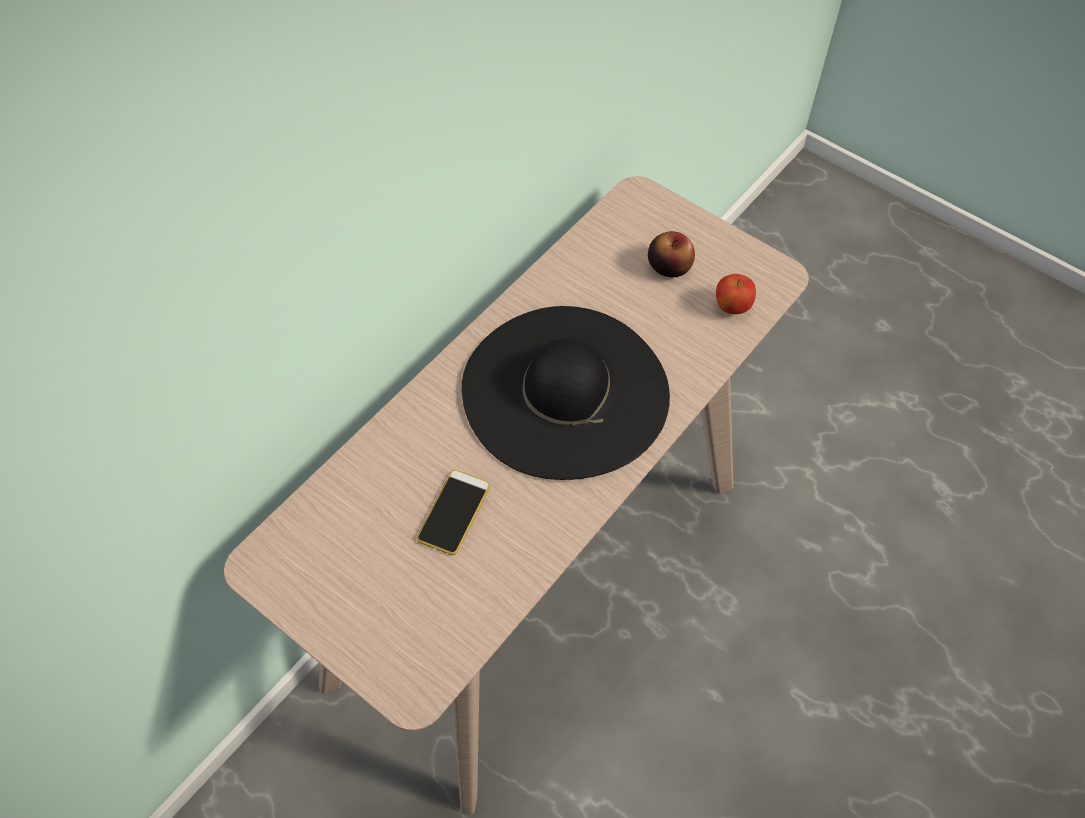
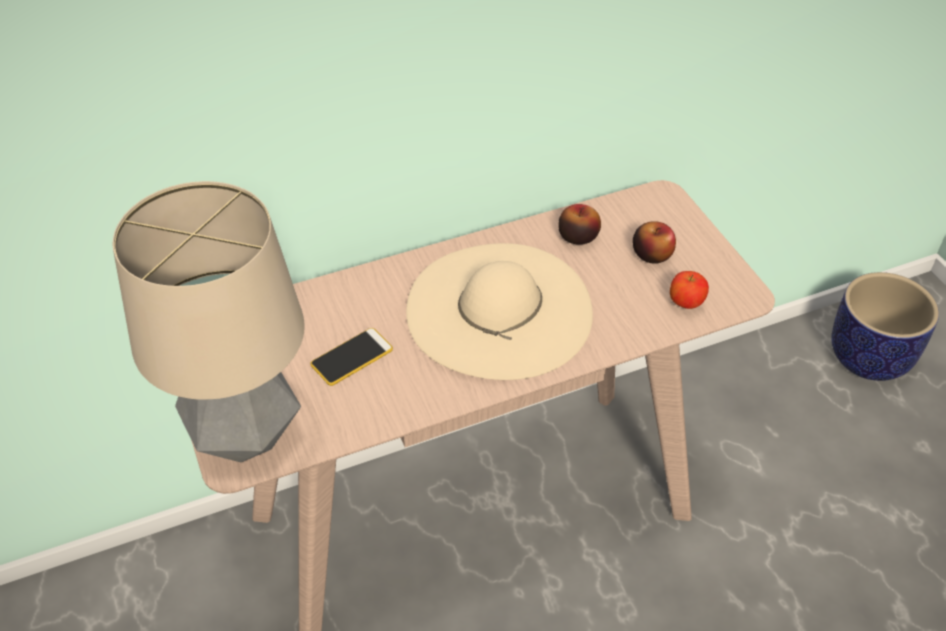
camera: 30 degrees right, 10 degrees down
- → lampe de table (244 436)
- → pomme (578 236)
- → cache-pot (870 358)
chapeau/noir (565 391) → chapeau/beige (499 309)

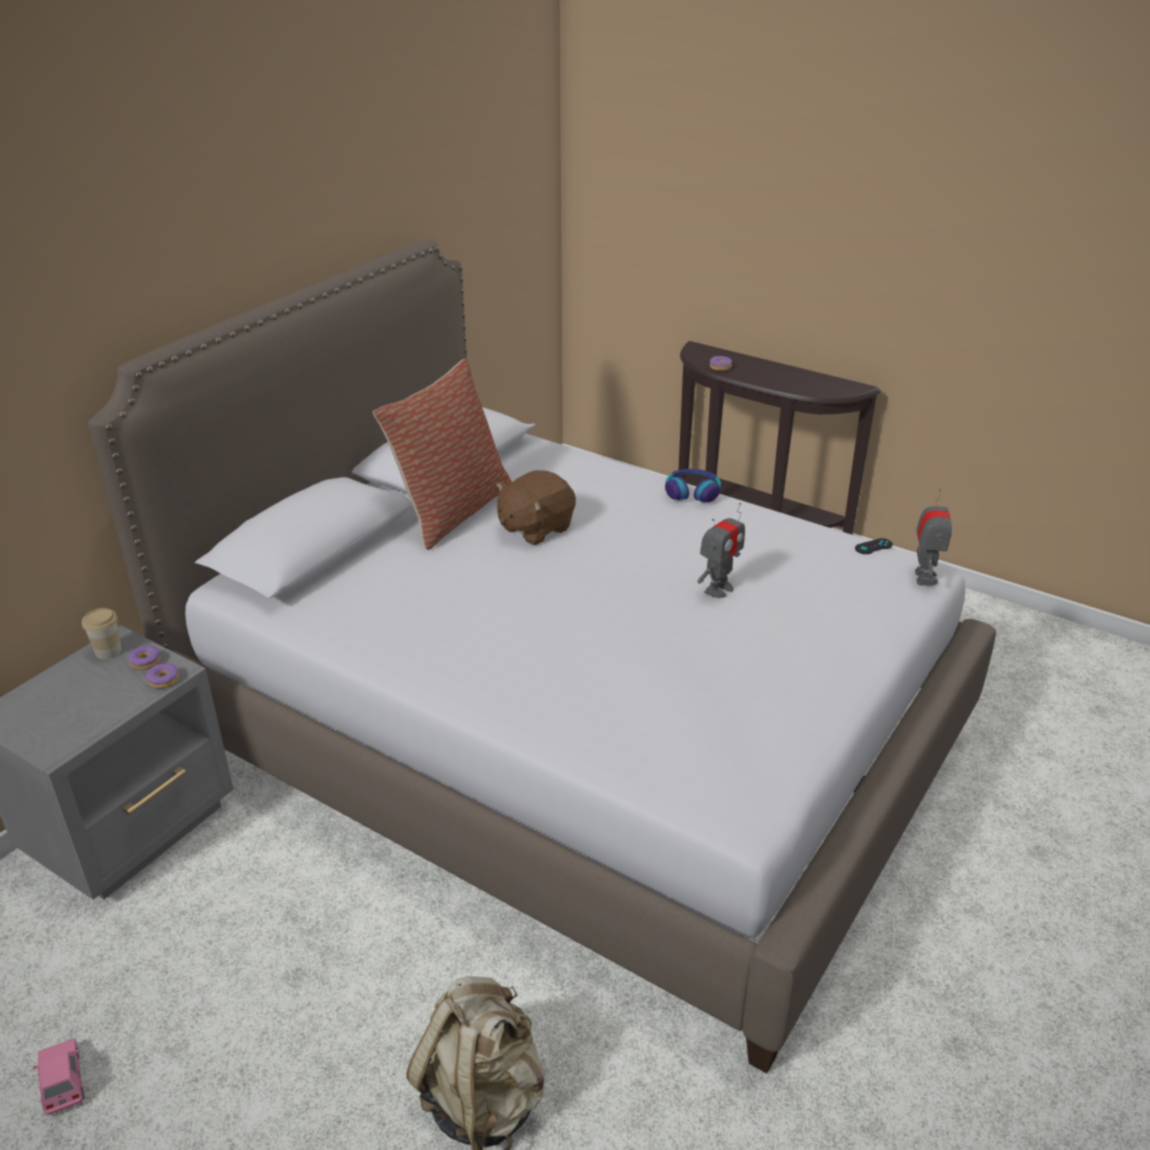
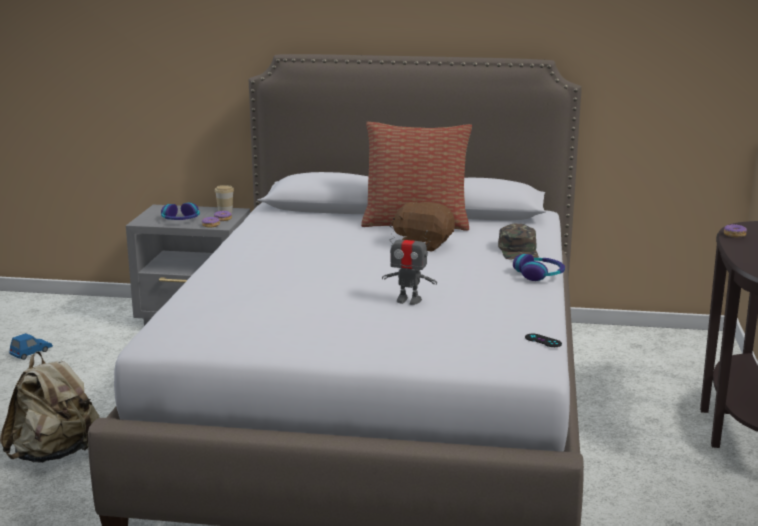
camera: 65 degrees right, 15 degrees down
robot jouet (924 577) → -
- → casque audio (181 220)
- → casquette/vert (519 251)
petite voiture/rose (62 1080) → petite voiture/bleu (31 352)

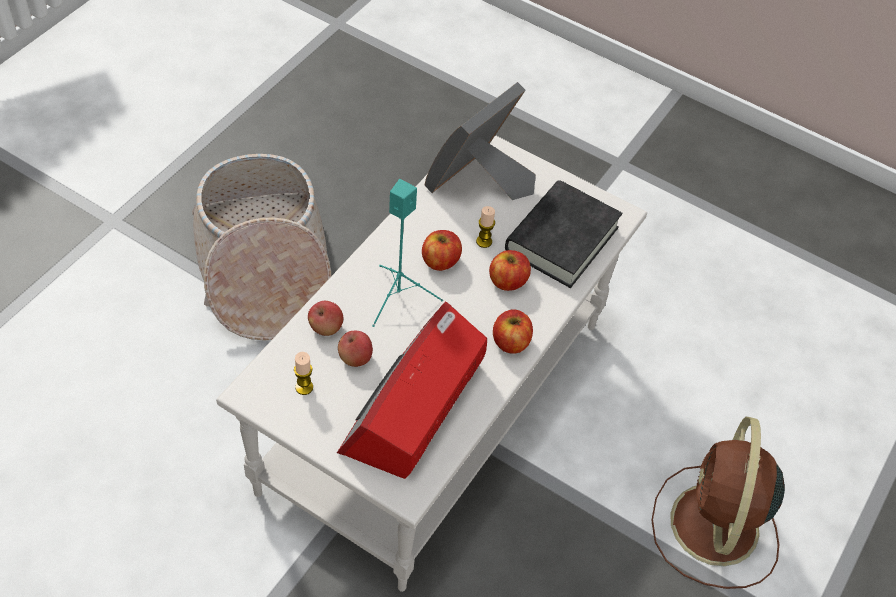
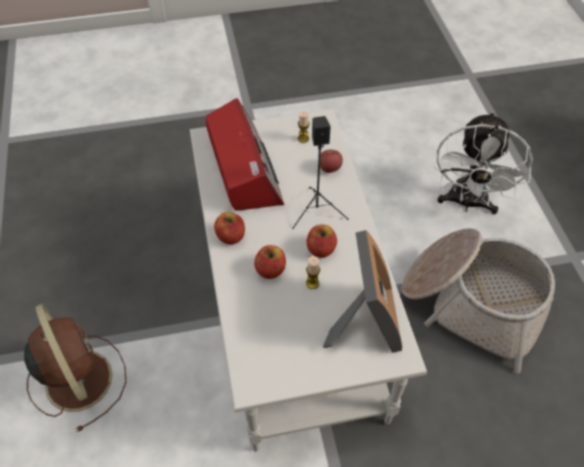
camera: 140 degrees right, 0 degrees up
pomme (355 358) → -
livre/noir (561 239) → -
- → ventilateur/blanc (467 203)
enceinte/turquoise (397 296) → enceinte/noir (317 211)

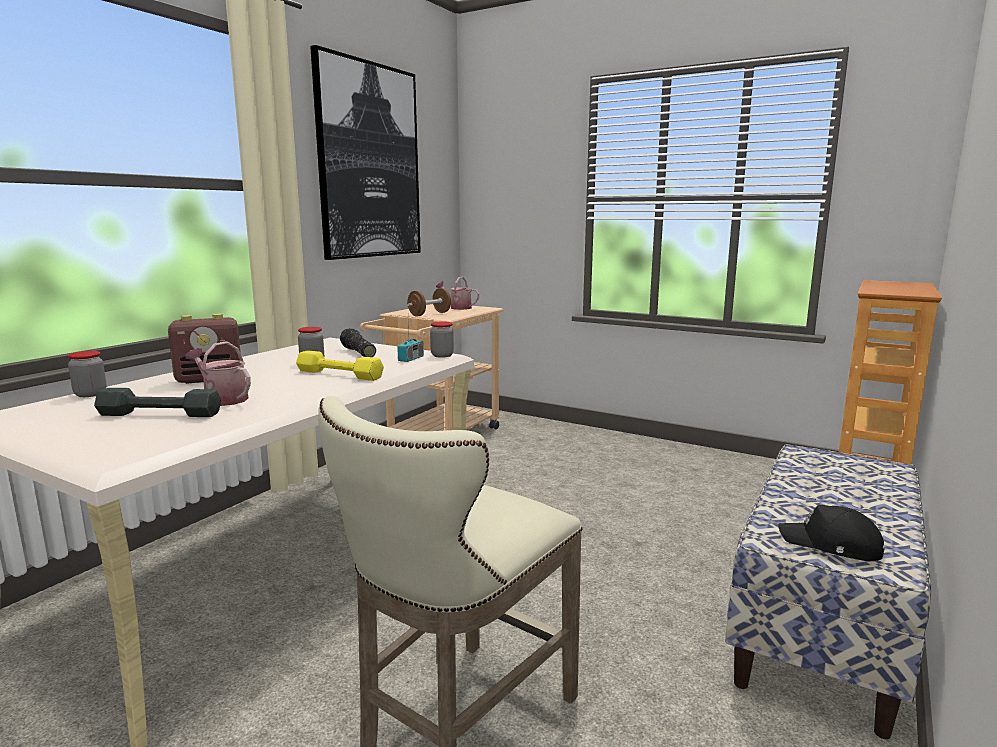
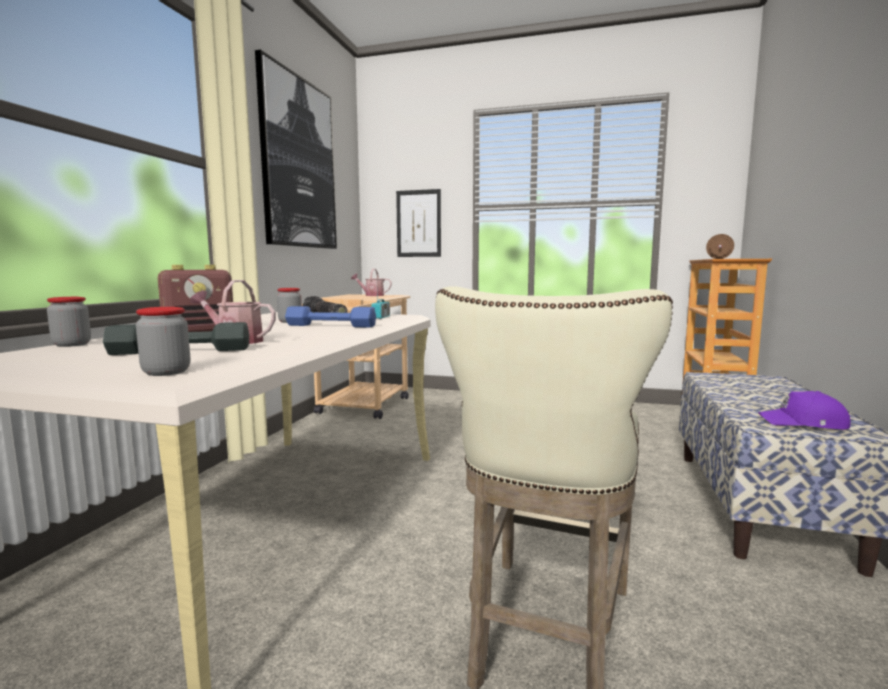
camera: 15 degrees left, 5 degrees down
- → tableau (418 223)
haltère/marron (429 314) → haltère/marron (718 259), moved
bocal (442 355) → bocal (166 372), moved
haltère/jaune (339 375) → haltère/bleu (331 326)
casquette/noir (831 545) → casquette/violet (804 423)

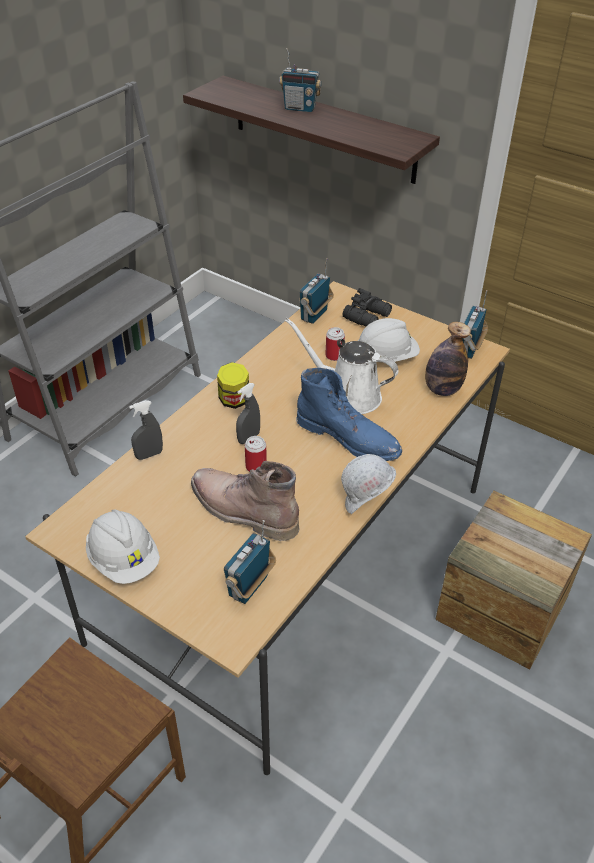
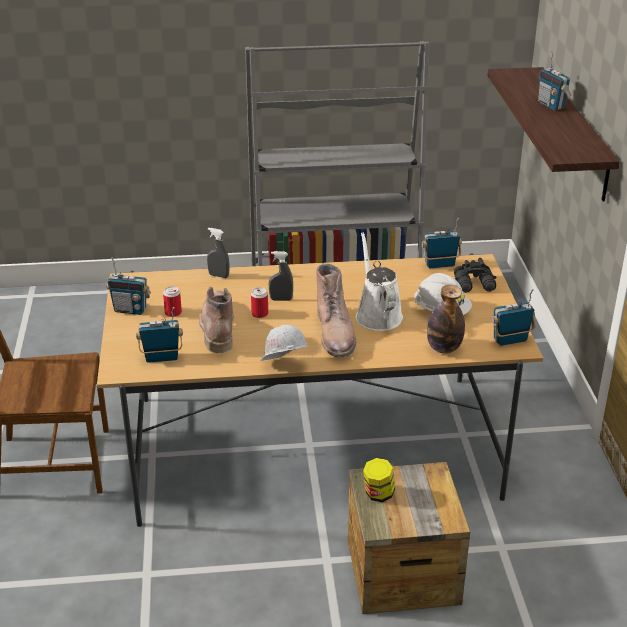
camera: 50 degrees right, 10 degrees down
bocal (234 401) → bocal (378 494), moved
boîte métallique (334 356) → boîte métallique (173 313), moved
casque de chantier/blanc (124 560) → radio (130 310)
botte/bleu (349 437) → botte/marron (336 334)

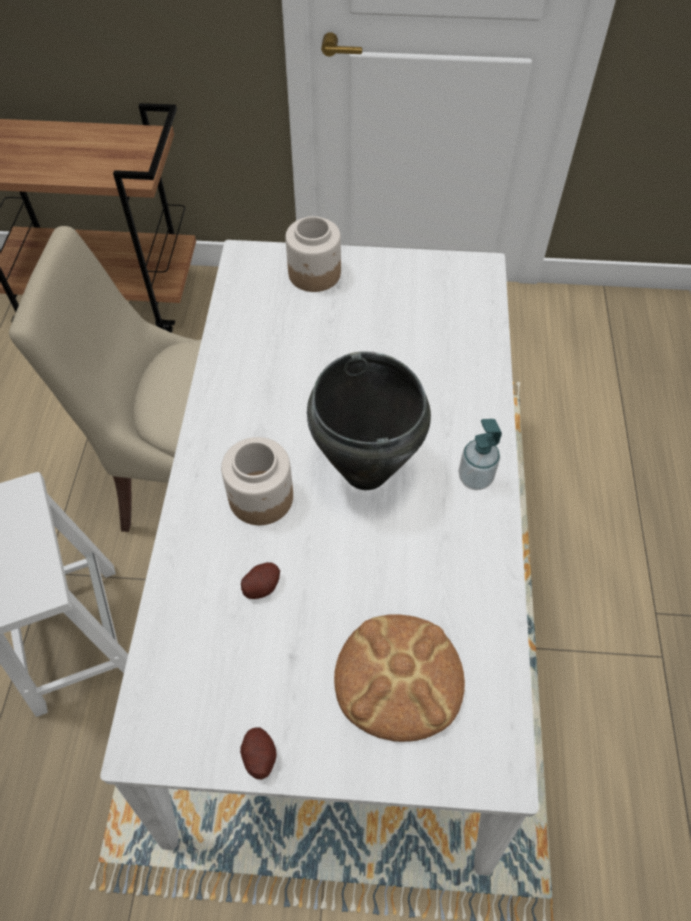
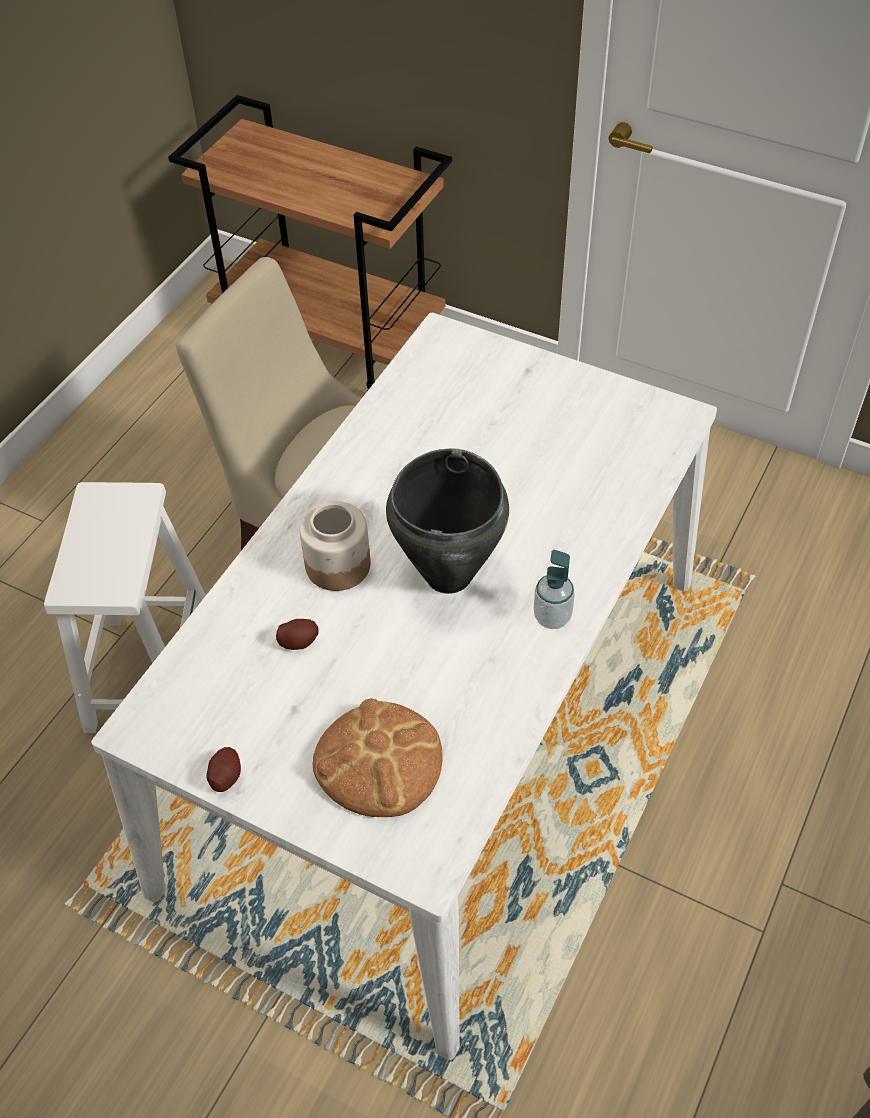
camera: 25 degrees right, 5 degrees down
bocal (315 274) → -

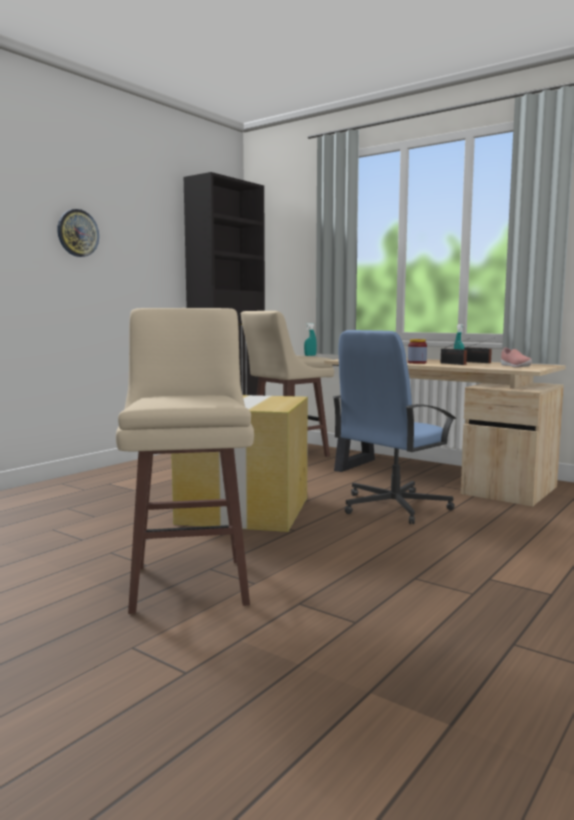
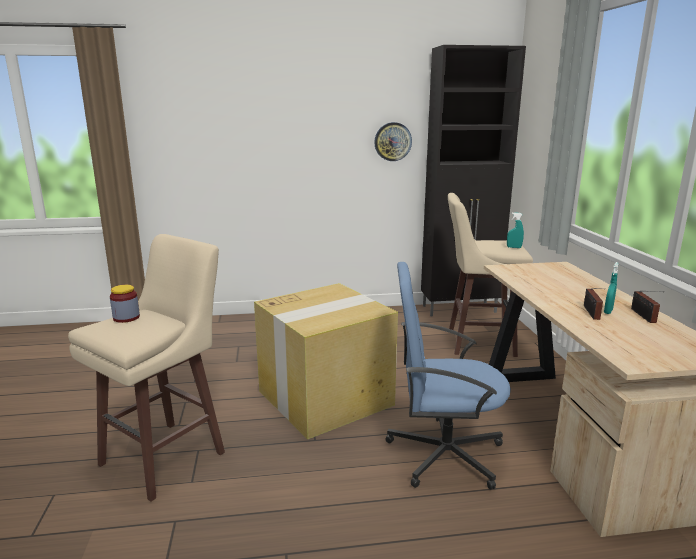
camera: 45 degrees right, 10 degrees up
chaussure/rose (514 366) → -
horloge murale (77 233) → horloge murale (392 141), moved
bocal (417 363) → bocal (126 318), moved

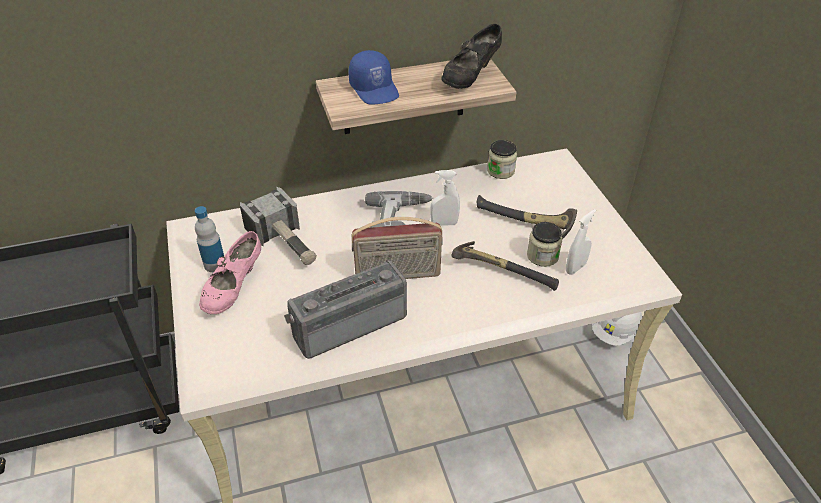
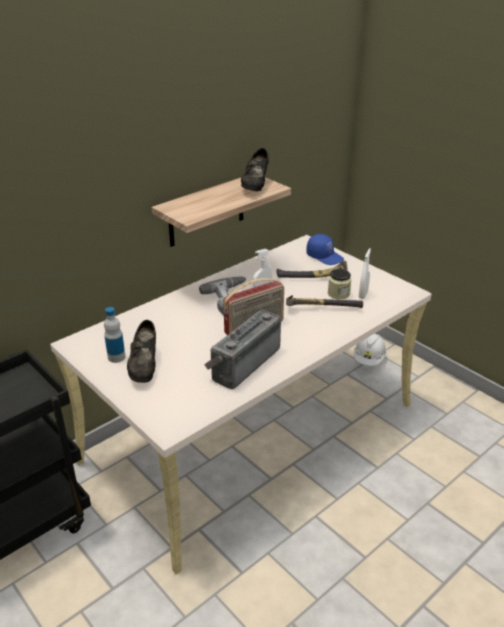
camera: 25 degrees left, 10 degrees down
marteau (286 243) → -
bocal (500 171) → -
casquette/bleu (375 89) → casquette/bleu (325 256), moved
chaussure/rose (234 289) → chaussure/noir (144 367)

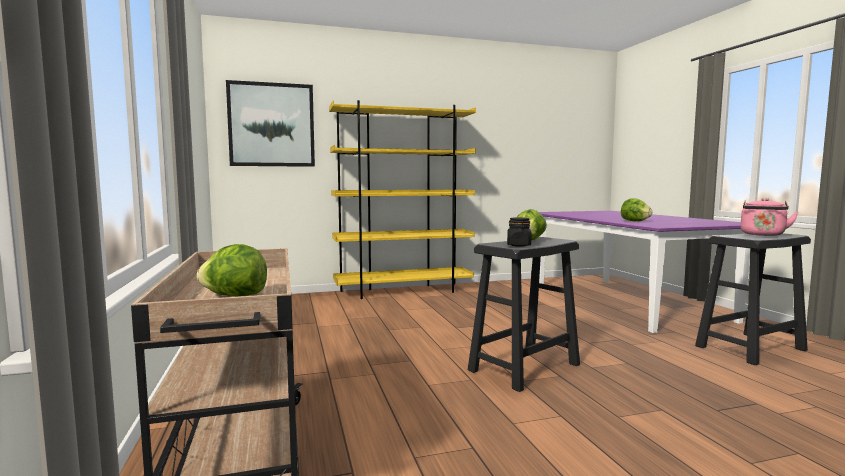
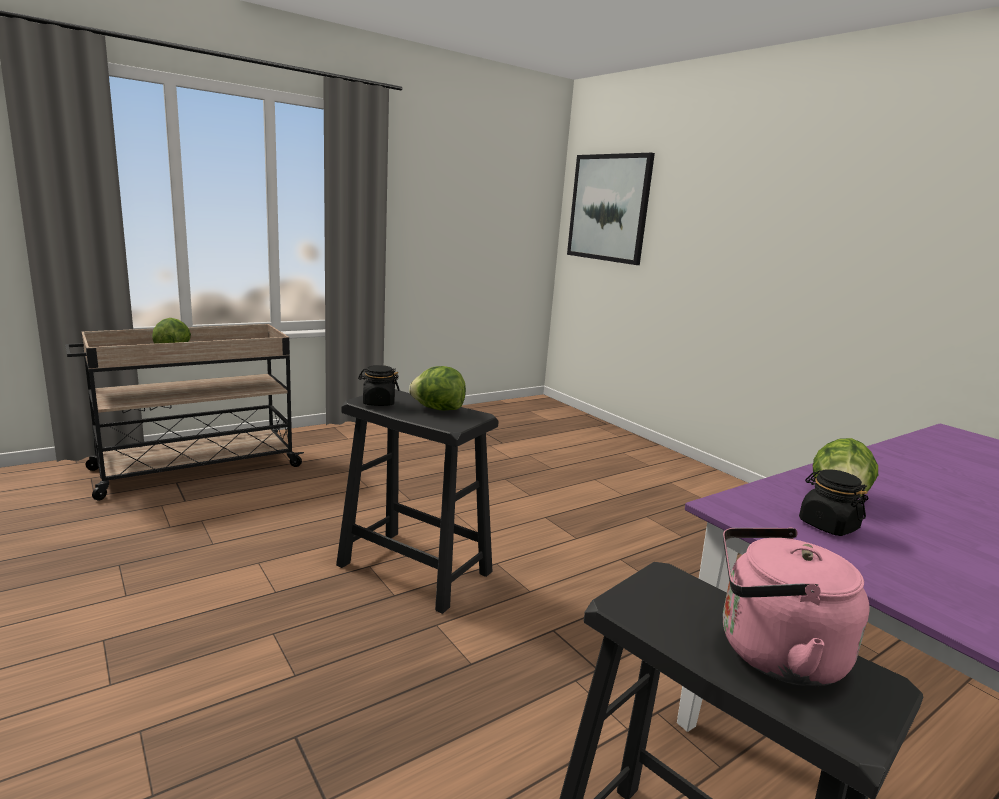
camera: 70 degrees right, 10 degrees up
bibliothèque/jaune (404 291) → -
- → bocal/noir (827 525)

